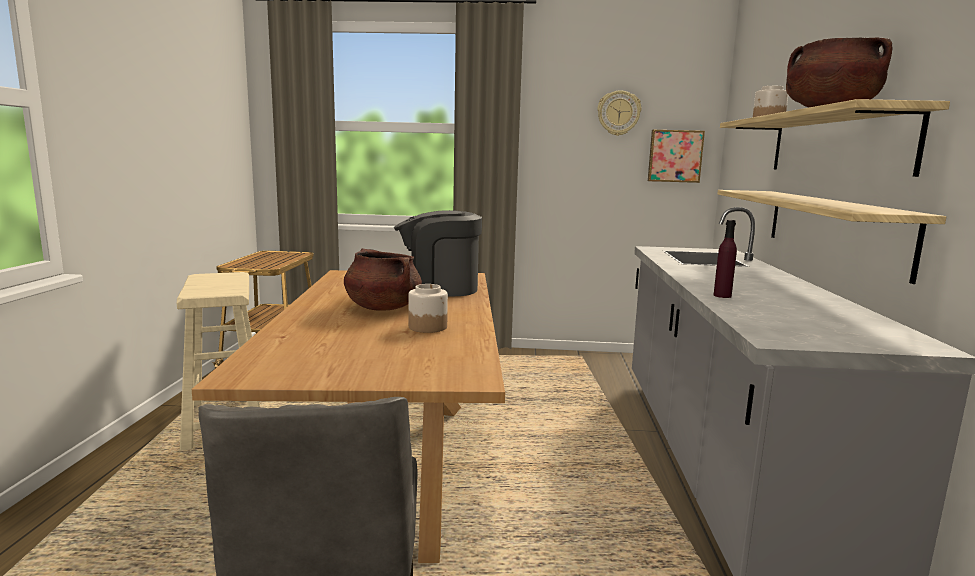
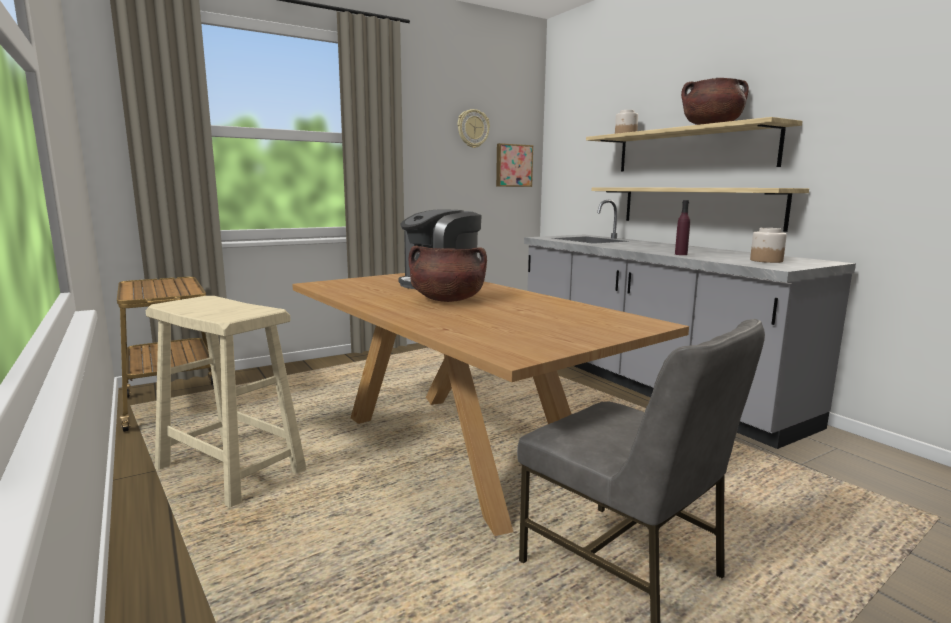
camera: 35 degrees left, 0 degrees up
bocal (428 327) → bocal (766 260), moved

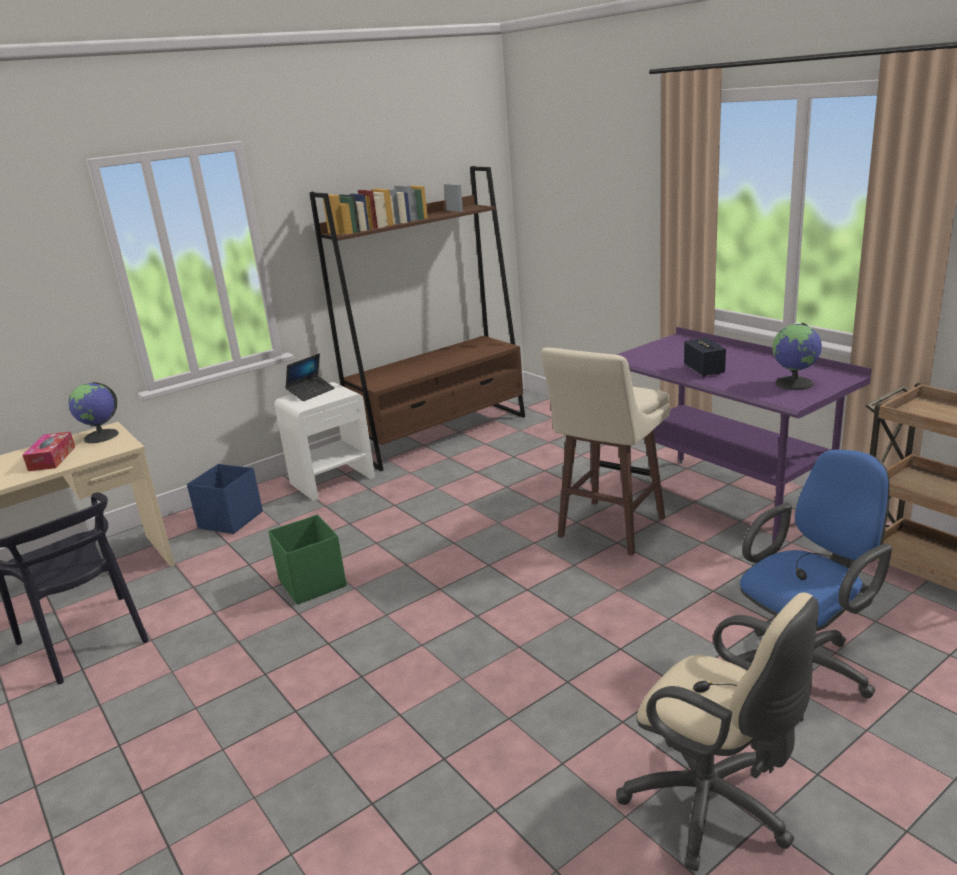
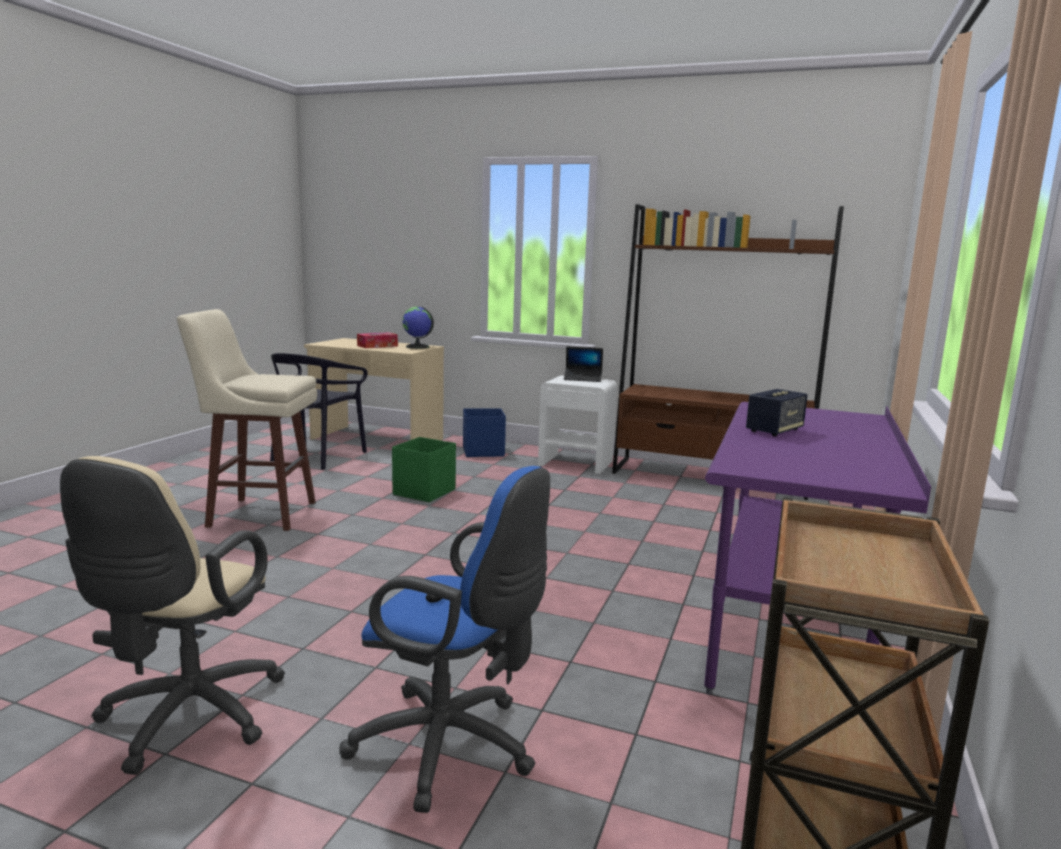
camera: 55 degrees right, 10 degrees down
globe (795 383) → -
tabouret/beige (609 529) → tabouret/beige (259 514), moved

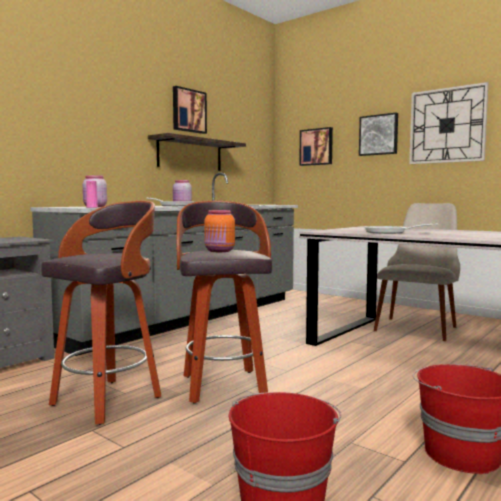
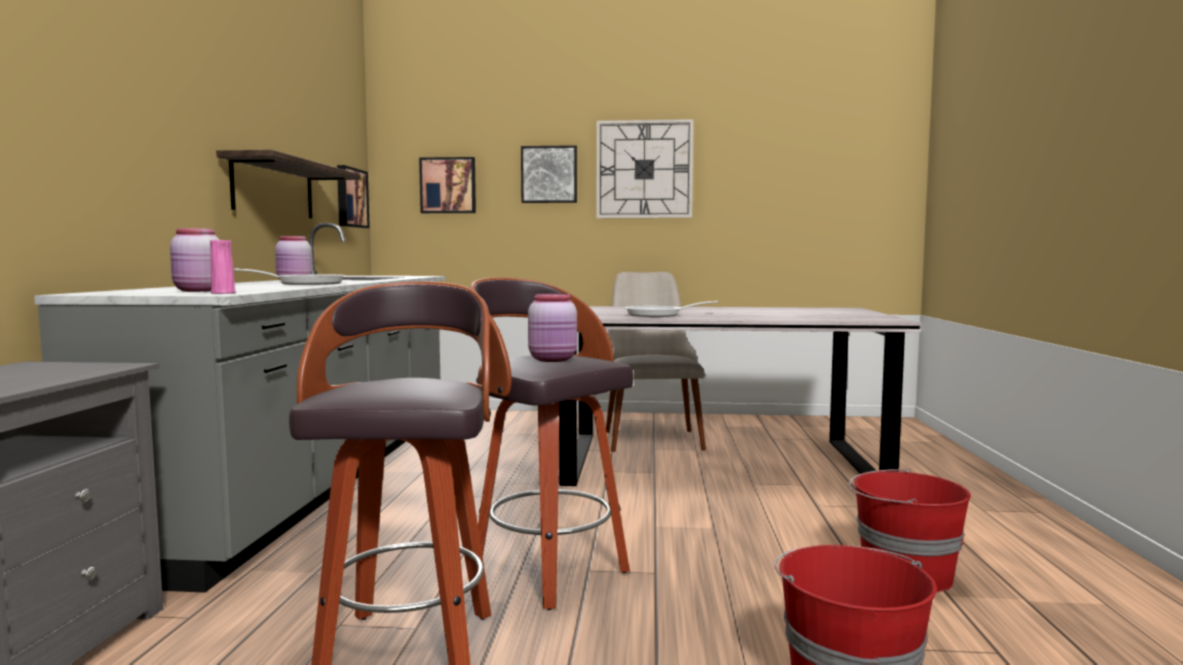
camera: 35 degrees left, 0 degrees up
tableau (188 111) → tableau (350 198), moved
bocal/orange (220 251) → bocal/rose (554 360)

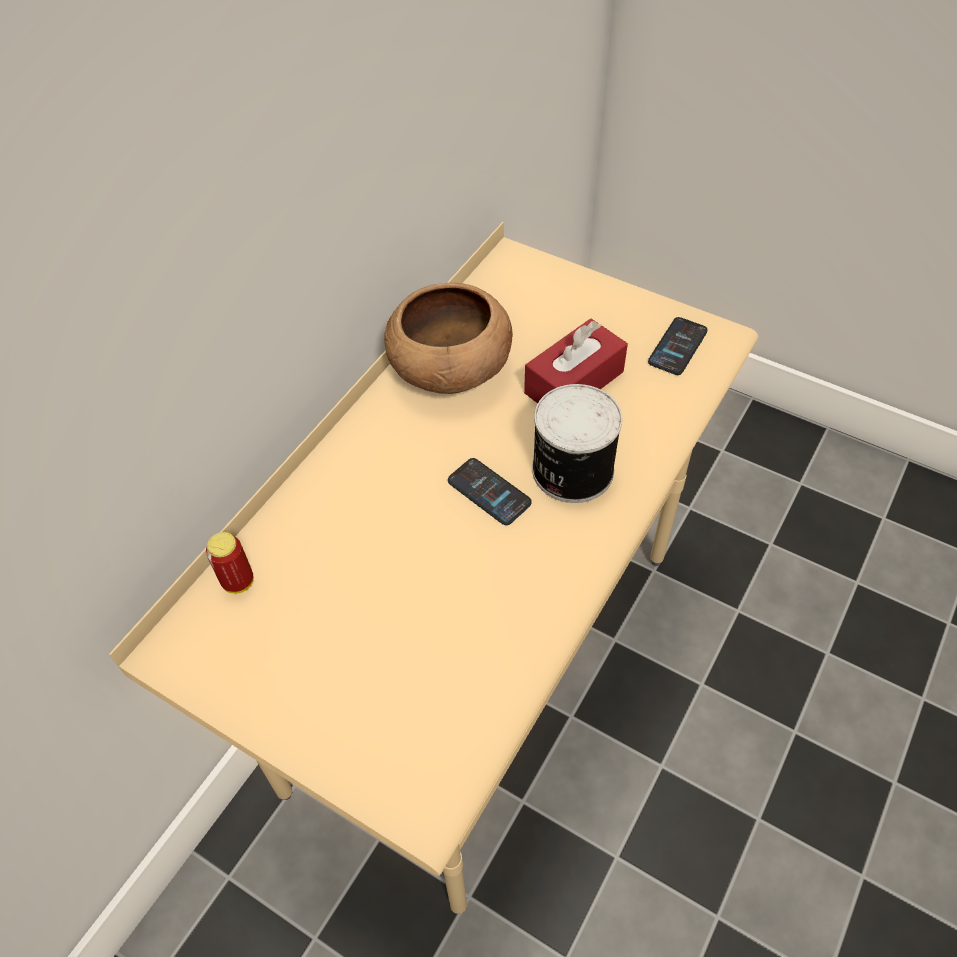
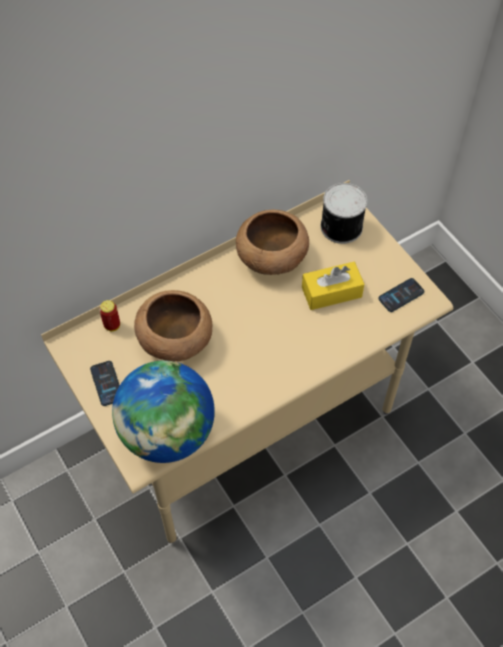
camera: 25 degrees right, 5 degrees up
- → globe (168 433)
- → bol/marron (175 339)
téléphone (489 492) → téléphone (106 383), moved
boîte métallique (570 470) → boîte métallique (340 226), moved
boîte à mouchoirs/rouge (574 382) → boîte à mouchoirs/jaune (331 292)

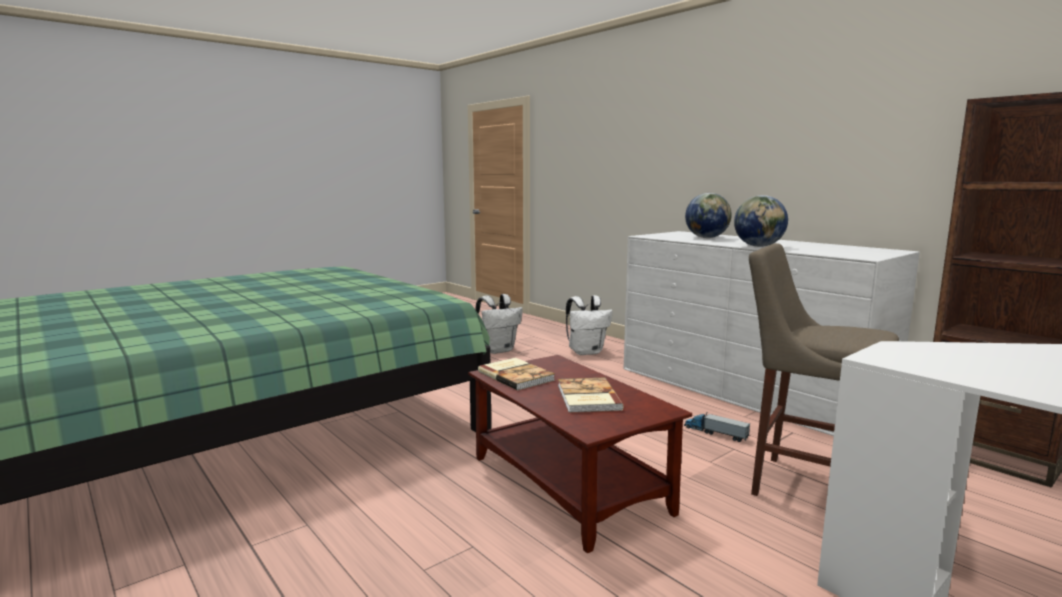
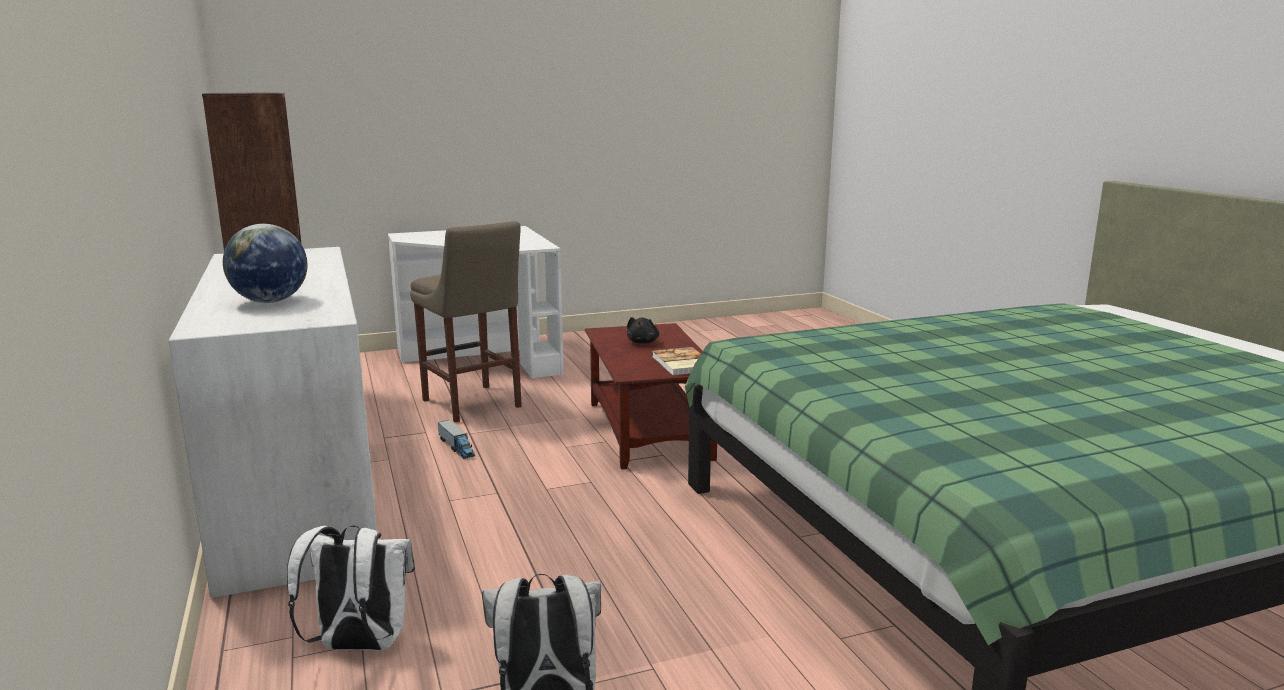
camera: 160 degrees left, 5 degrees up
globe (759 246) → -
livre (587 398) → peluche/noir (643 342)

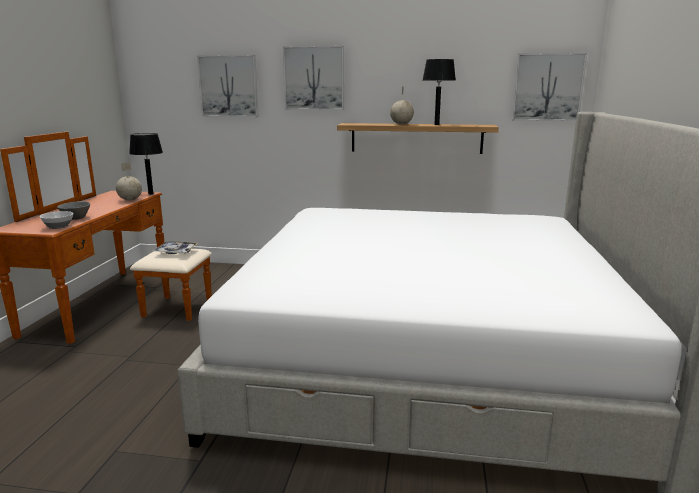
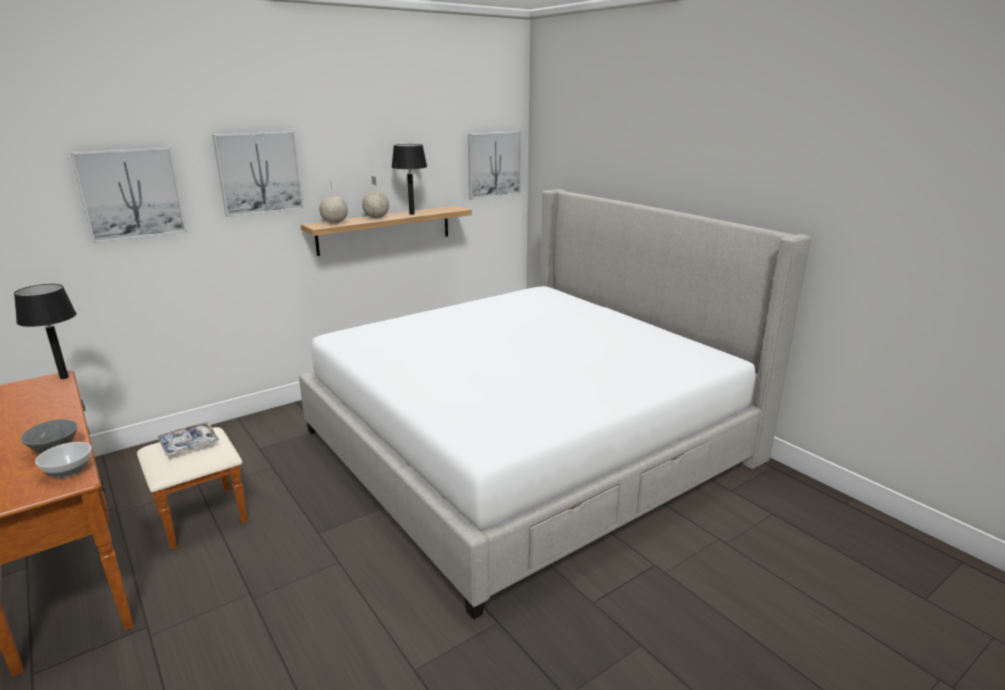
camera: 45 degrees left, 5 degrees up
globe (130 200) → globe (334 223), moved

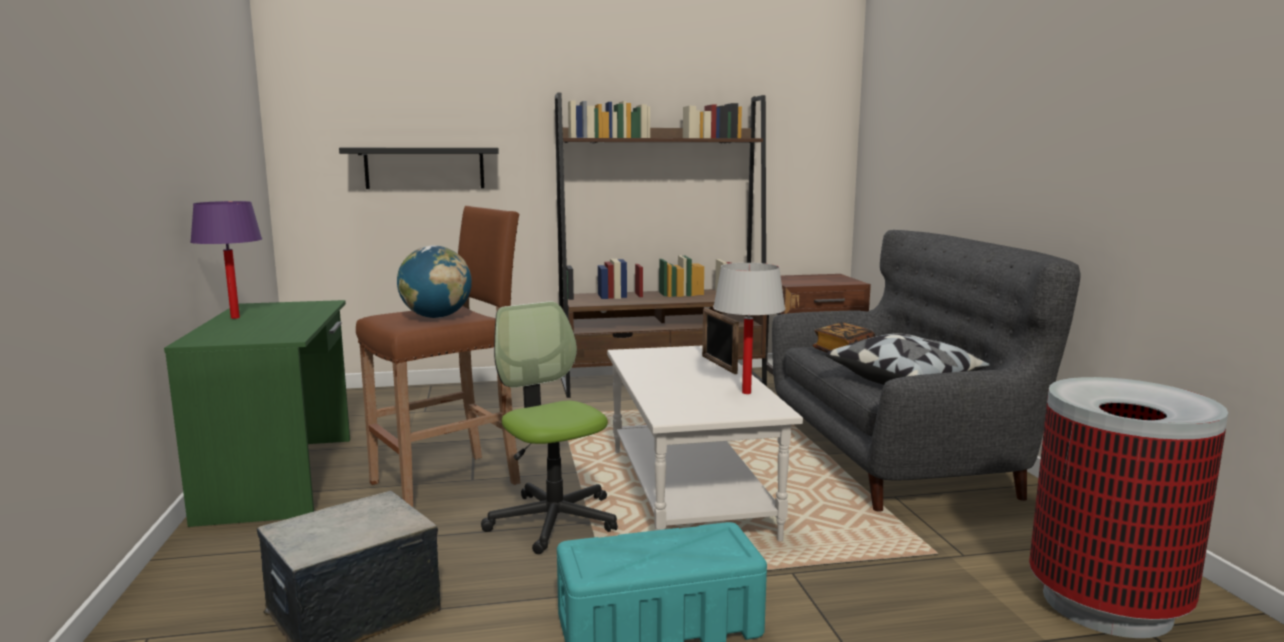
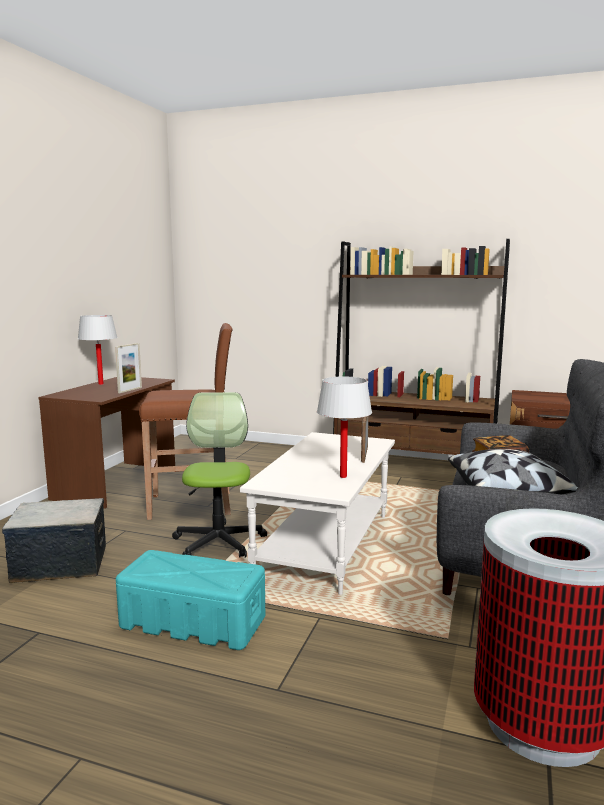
camera: 30 degrees right, 0 degrees up
étagère/noir (424 168) → -
globe (436 317) → -
- → cadre photo (130 390)
bureau/vert (282 477) → bureau/marron (118 483)
lampe de table/violet (235 318) → lampe de table/blanc (101 384)

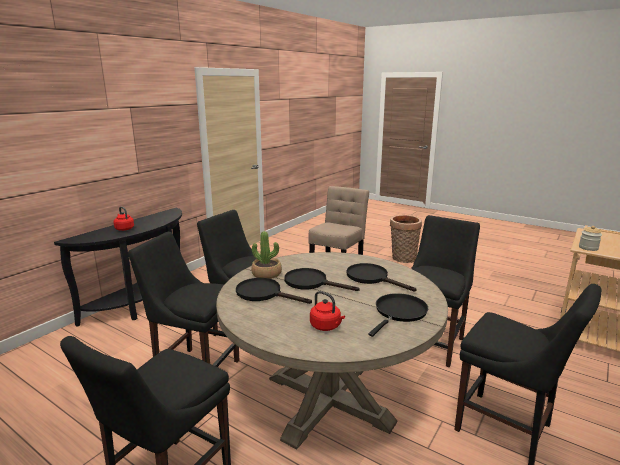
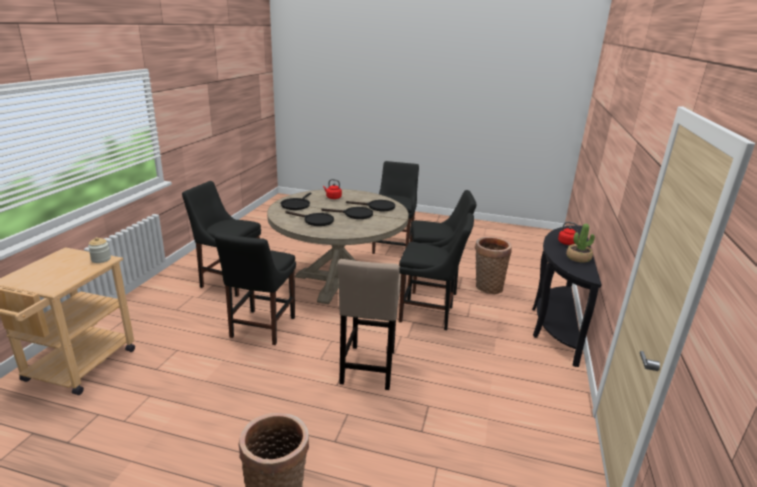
camera: 160 degrees right, 5 degrees up
- → panier (487 287)
plante en pot (266 274) → plante en pot (578 258), moved

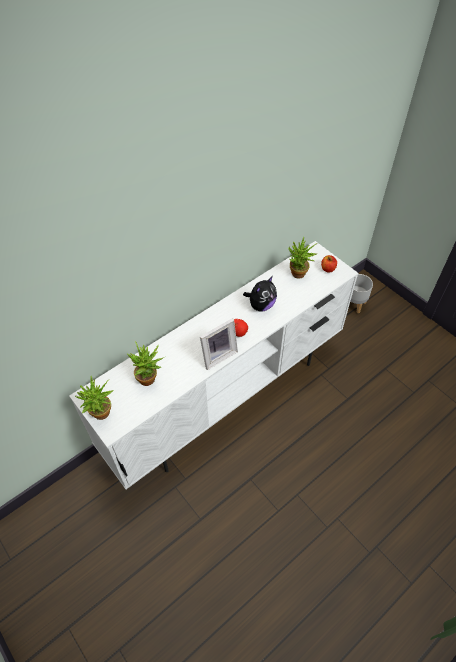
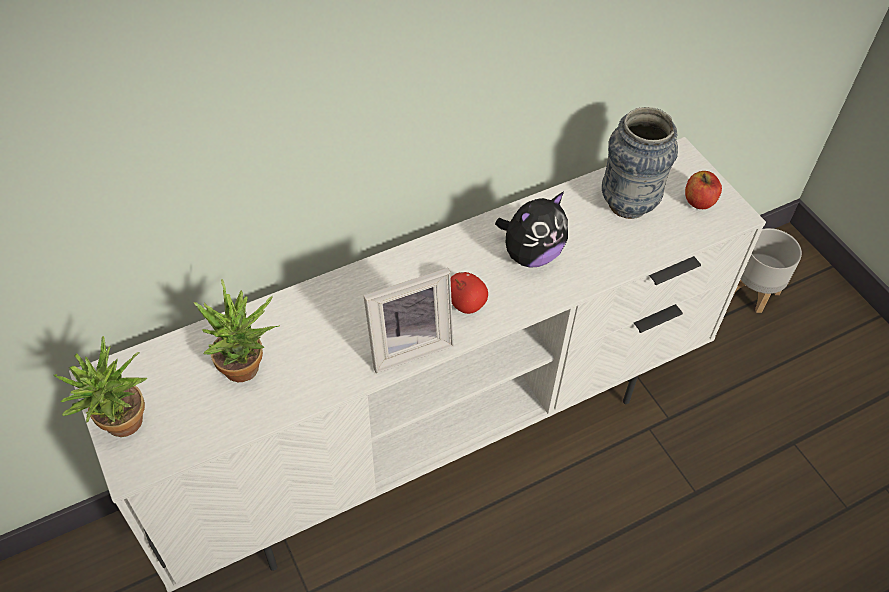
camera: 10 degrees right, 0 degrees up
plante en pot (297 275) → vase (628 204)

